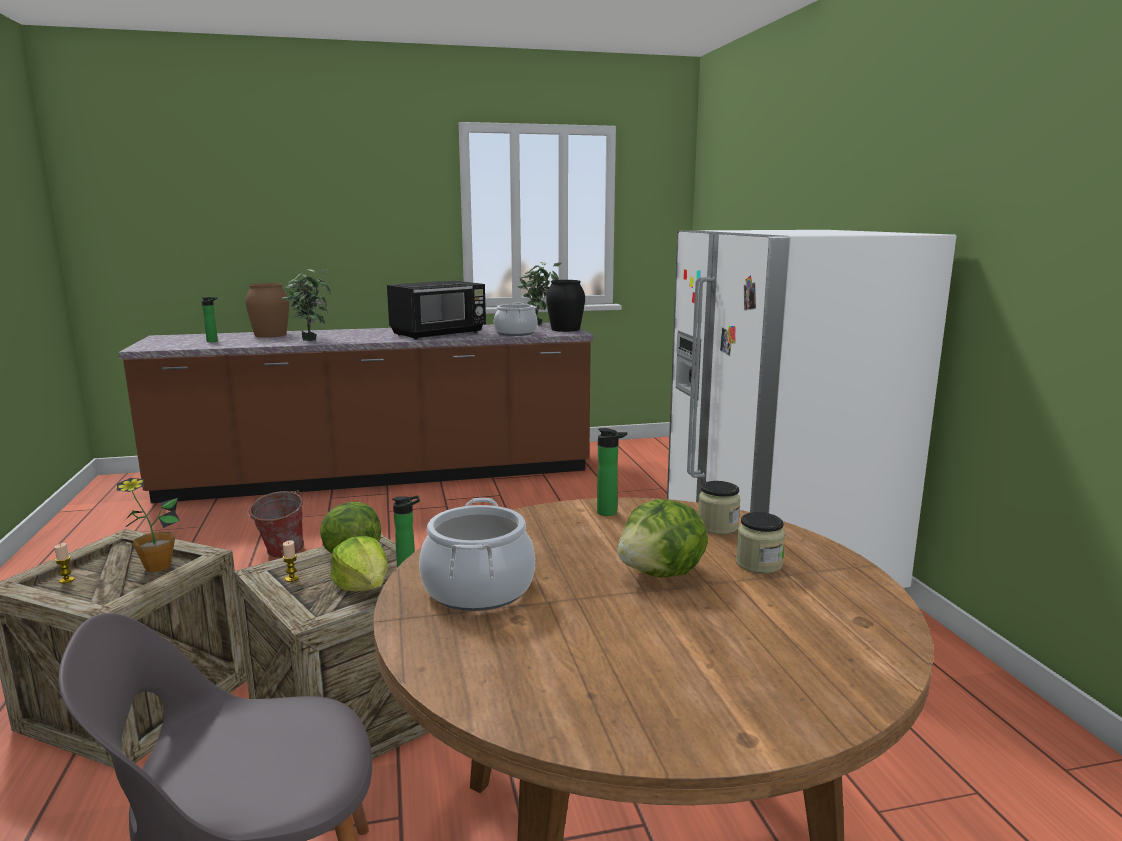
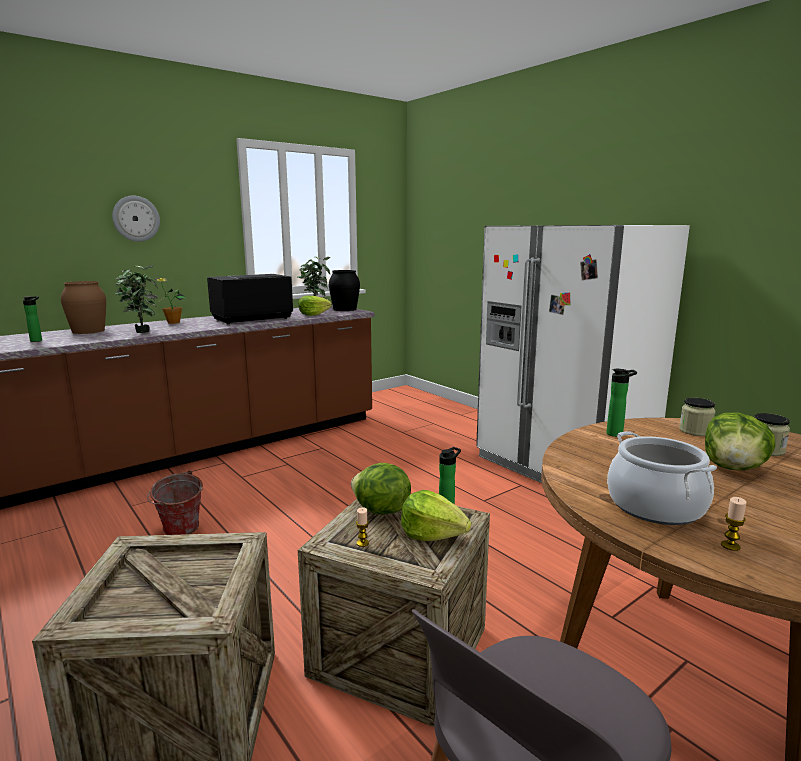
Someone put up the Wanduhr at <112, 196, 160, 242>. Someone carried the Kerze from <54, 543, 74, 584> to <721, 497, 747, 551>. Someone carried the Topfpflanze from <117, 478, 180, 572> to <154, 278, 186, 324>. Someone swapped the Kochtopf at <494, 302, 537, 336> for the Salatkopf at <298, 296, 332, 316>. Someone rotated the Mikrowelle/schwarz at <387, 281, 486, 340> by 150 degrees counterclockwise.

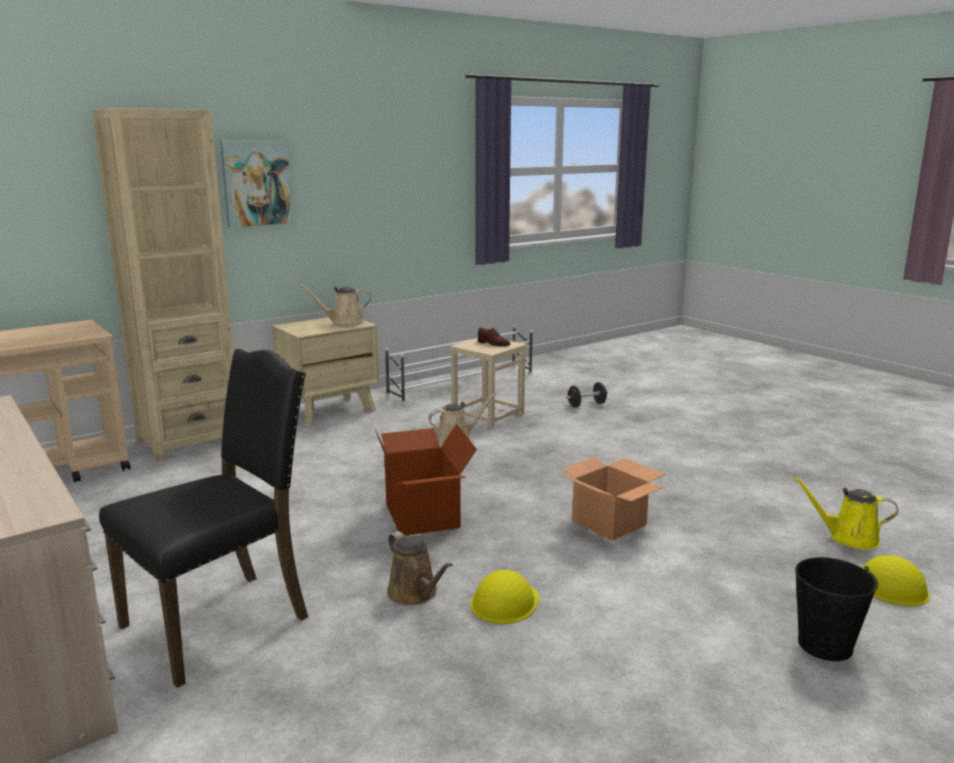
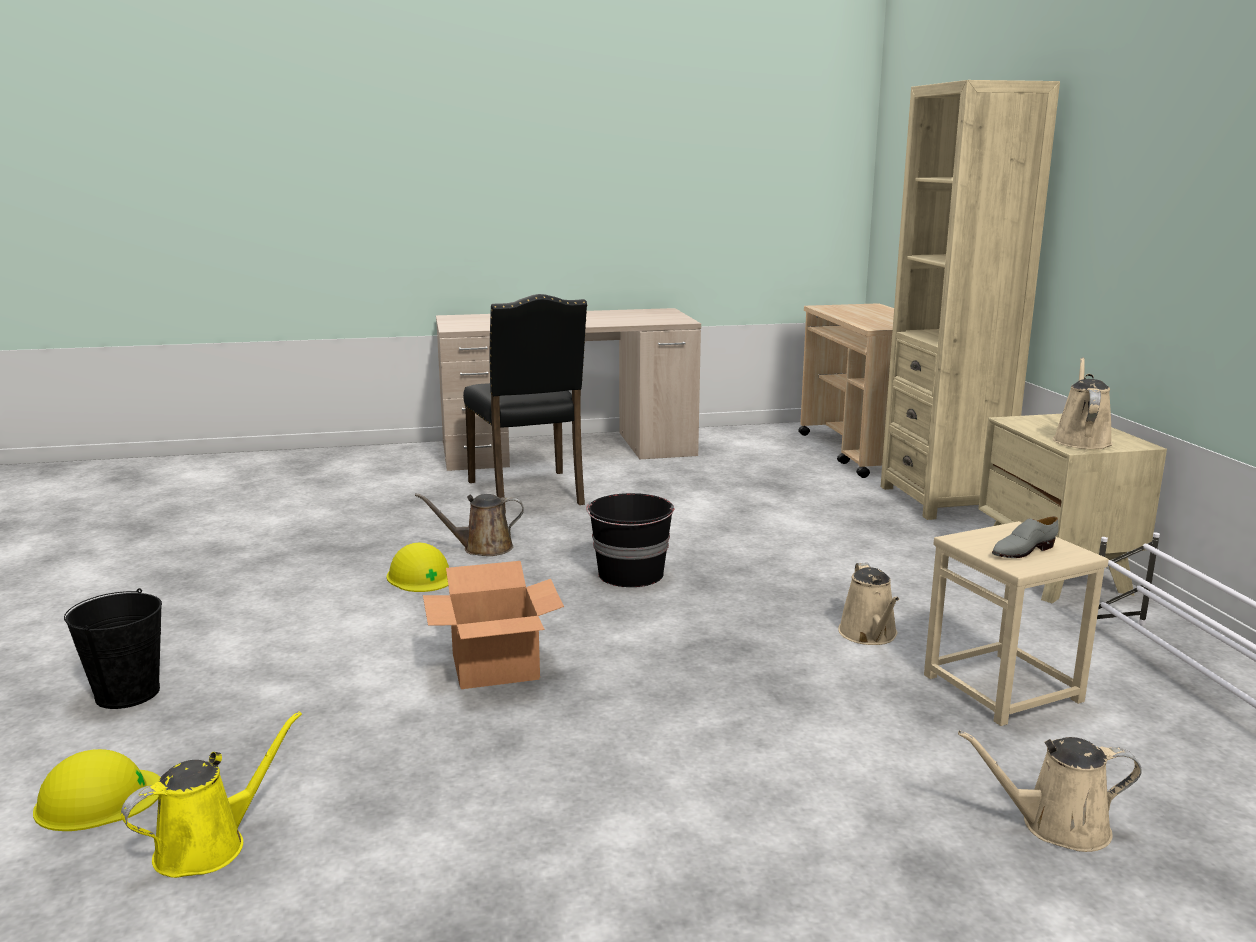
Someone took away the Bild at <220, 140, 293, 227>. Someone swapped the Karton at <375, 424, 477, 536> for the Eimer/schwarz at <586, 493, 675, 587>. Someone swapped the Hantel/schwarz at <566, 382, 608, 408> for the Gießkanne/beige at <958, 730, 1142, 852>. Someone repainted the Schuh/braun at <478, 327, 511, 346>, which became the Schuh/grau at <992, 516, 1059, 558>.

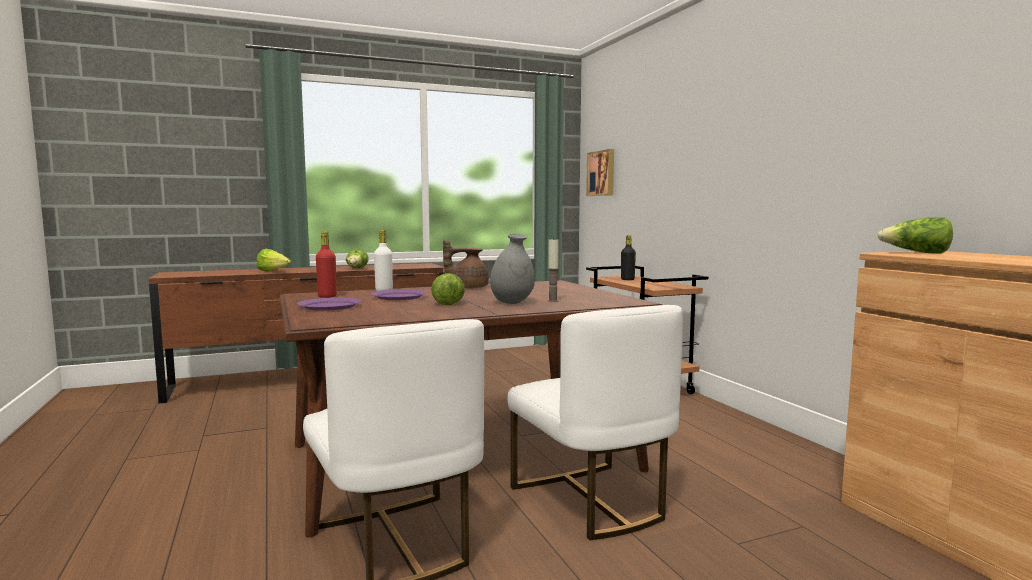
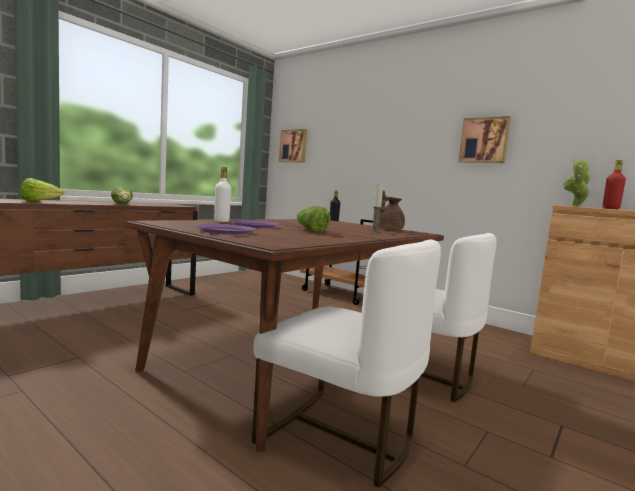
Someone took away the Vase/grau at <490, 233, 535, 304>. Someone put up the Bild at <458, 116, 511, 163>. Someone carried the Flasche/rot from <316, 232, 337, 298> to <602, 160, 626, 209>. Someone carried the Teekanne/braun from <443, 240, 489, 288> to <379, 190, 405, 230>. Someone swapped the Salatkopf at <877, 217, 953, 253> for the Topfpflanze at <563, 159, 590, 207>.

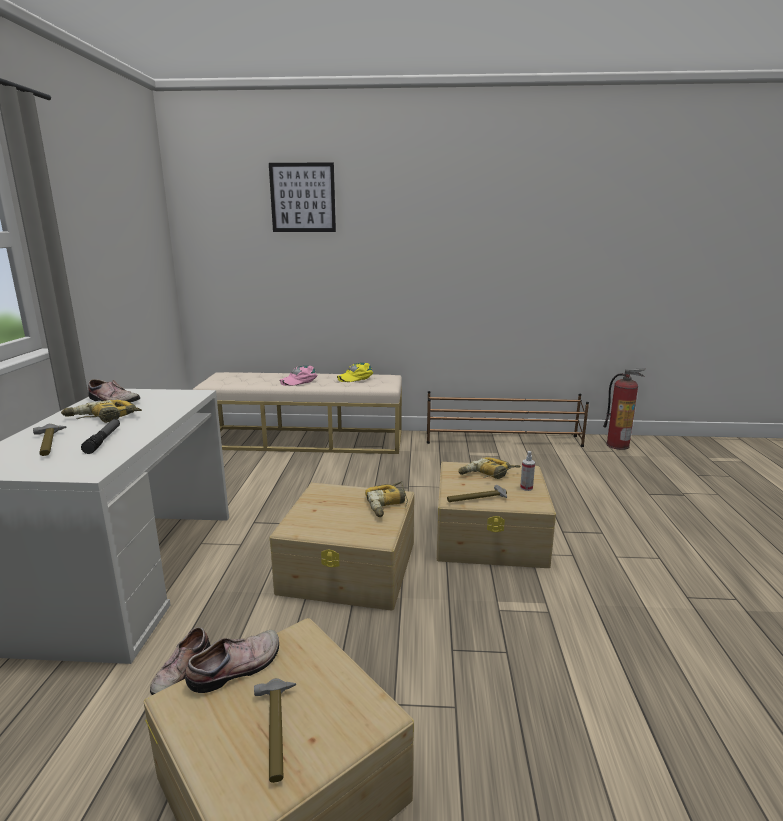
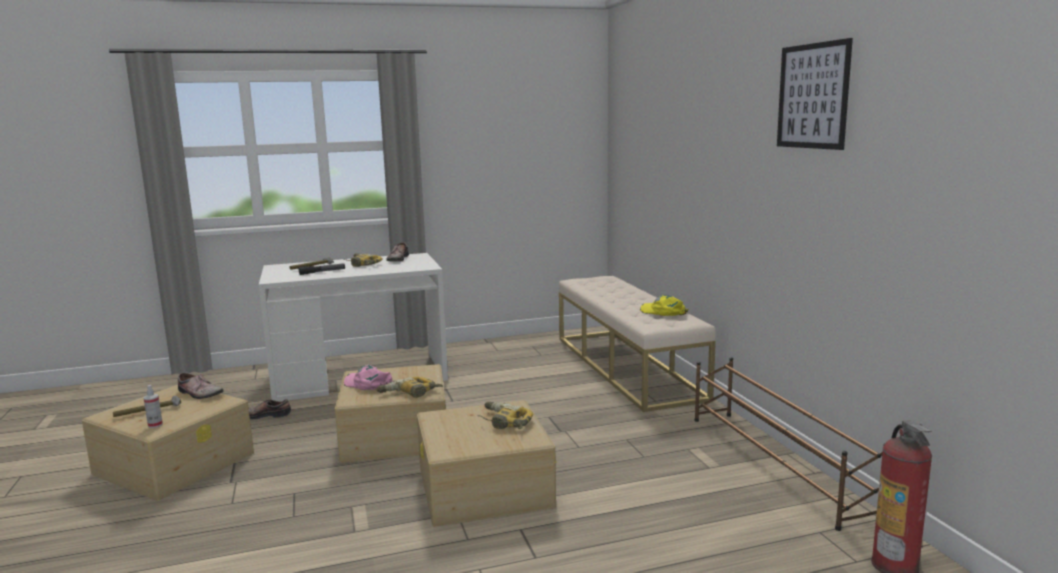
Someone took away the Hammer at <447, 485, 507, 502>. Someone carried the Bild from <269, 162, 336, 232> to <777, 38, 853, 150>. Someone carried the Kappe/rosa from <279, 366, 317, 386> to <344, 365, 393, 390>. Someone carried the Sprühflasche from <520, 451, 535, 491> to <144, 385, 163, 428>.

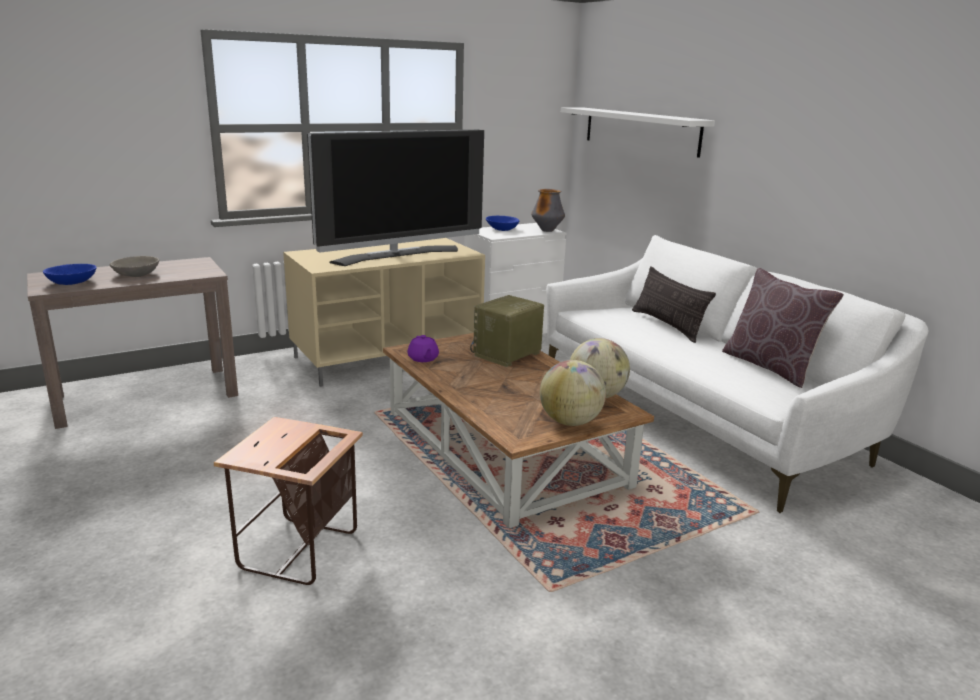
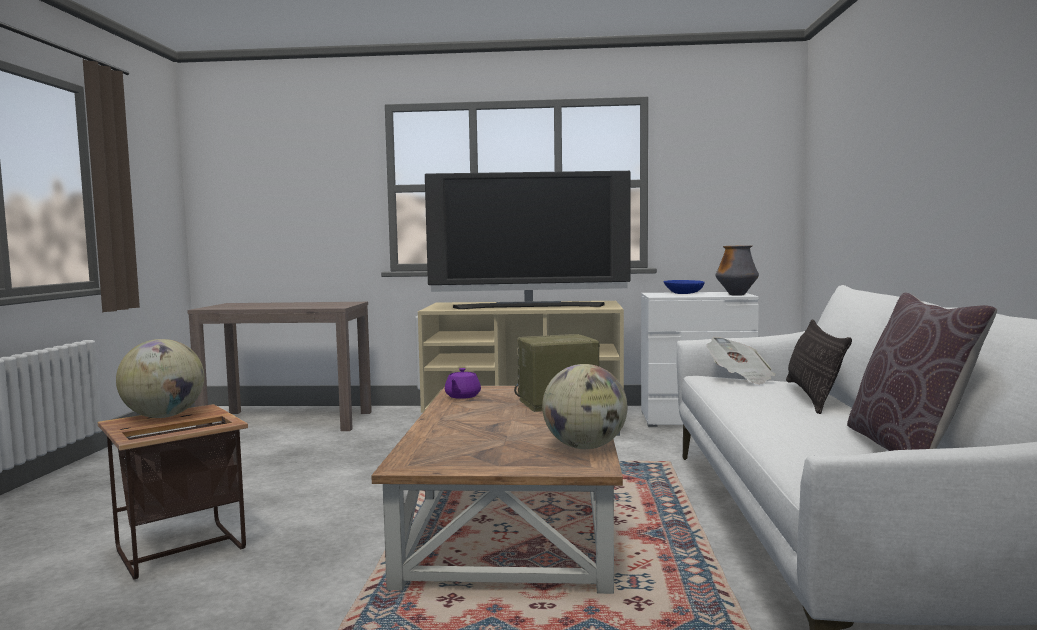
Someone took away the Schüssel/blau at <43, 264, 97, 285>. Someone took away the Schüssel/grau at <109, 256, 159, 277>. Someone took away the Wandregal/weiß at <561, 107, 715, 158>. Someone put down the Zeitung at <706, 337, 776, 384>. Someone carried the Globus from <540, 360, 606, 426> to <116, 339, 204, 418>.

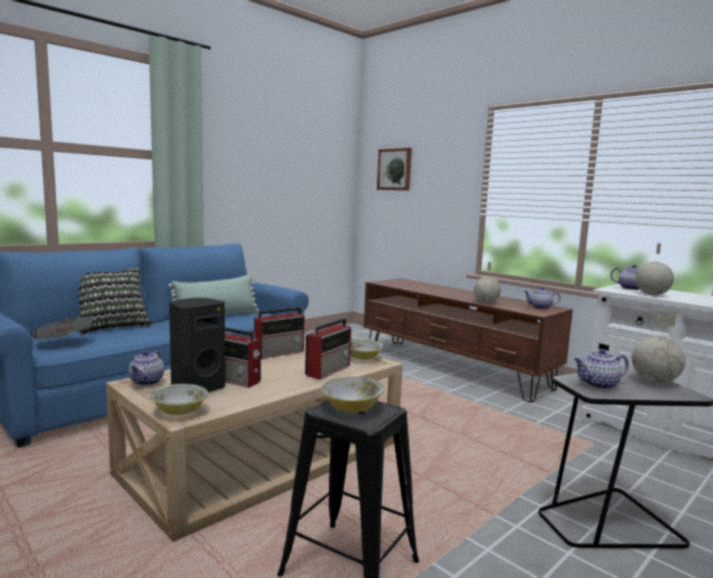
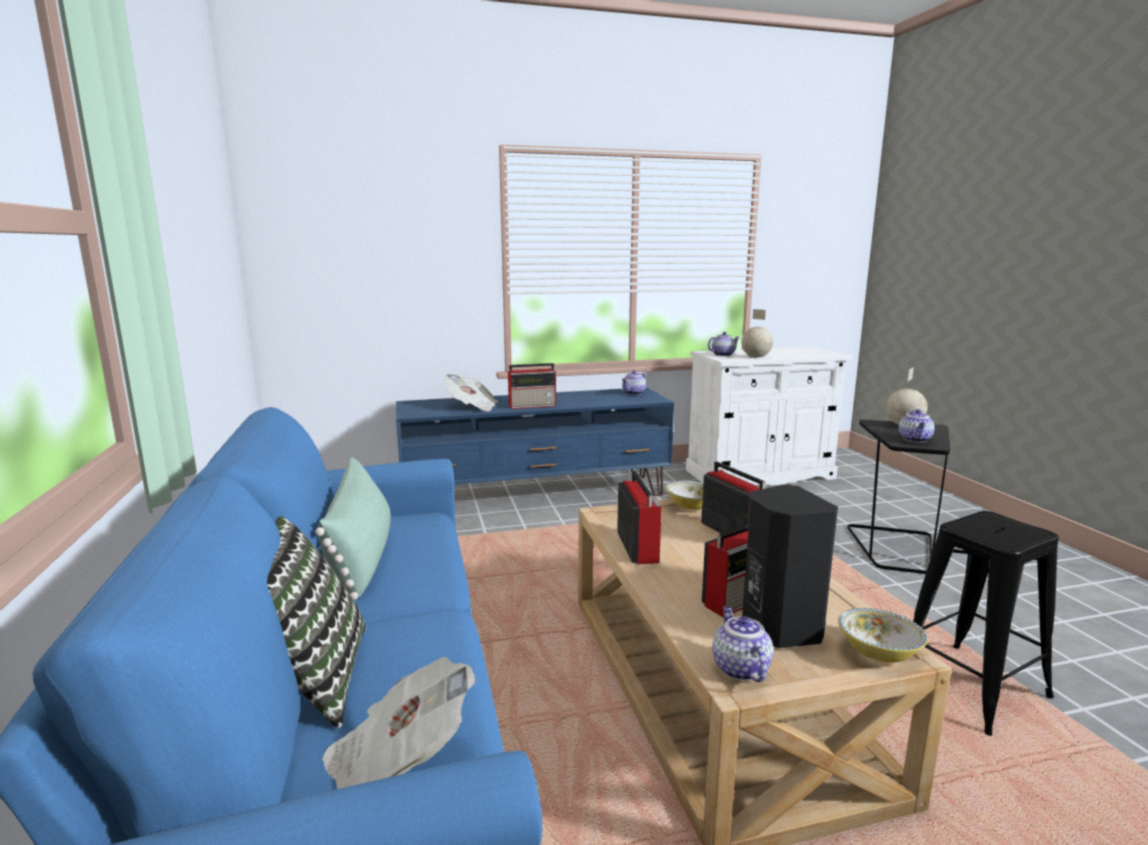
Someone took away the Schüssel at <321, 377, 385, 413>. Someone took away the Bild at <377, 148, 412, 190>. Someone took away the Globus at <474, 262, 501, 303>. Someone put down the Zeitung at <443, 374, 498, 411>. Someone put down the Radio at <508, 363, 557, 409>. Someone repainted the Fernsehschrank/braun at <364, 278, 573, 403>, which became the Fernsehschrank/blau at <396, 387, 674, 496>. Someone rotated the Teekanne at <129, 350, 164, 386> by 135 degrees counterclockwise.

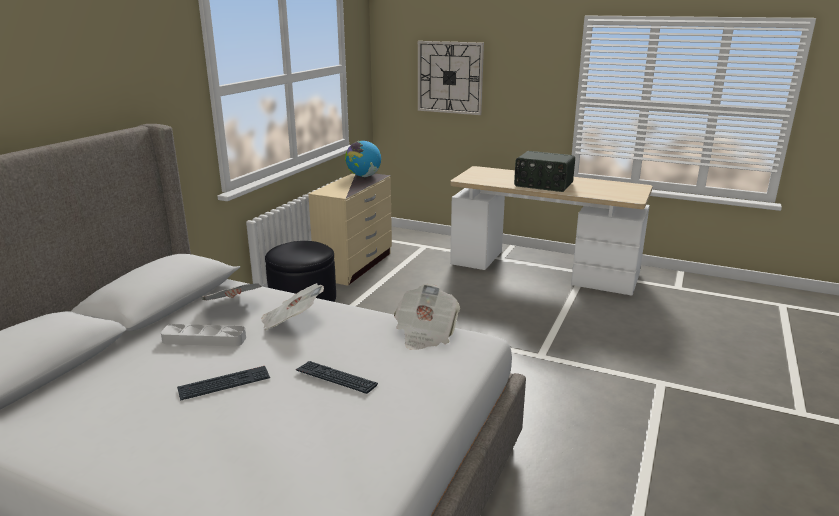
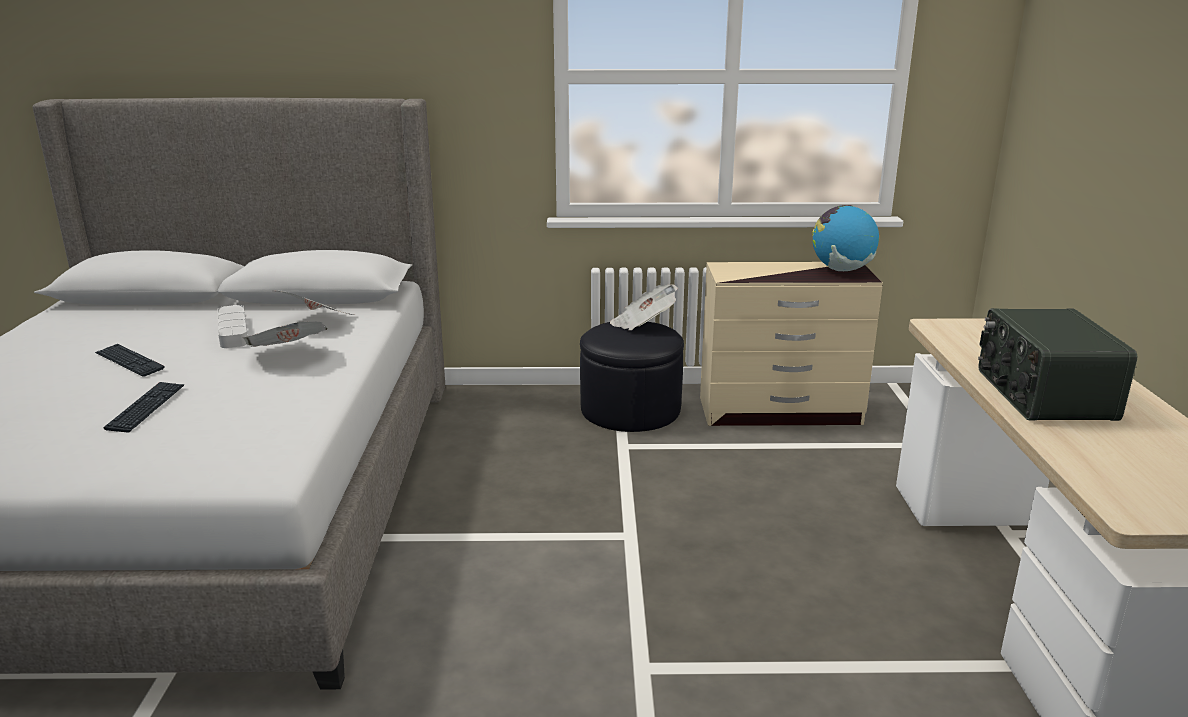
Someone took away the Wanduhr at <418, 41, 484, 115>. Someone carried the Zeitung from <394, 284, 460, 350> to <610, 284, 678, 330>.

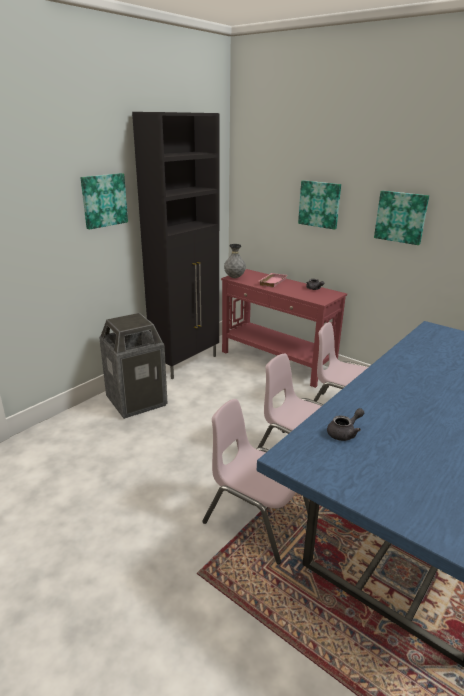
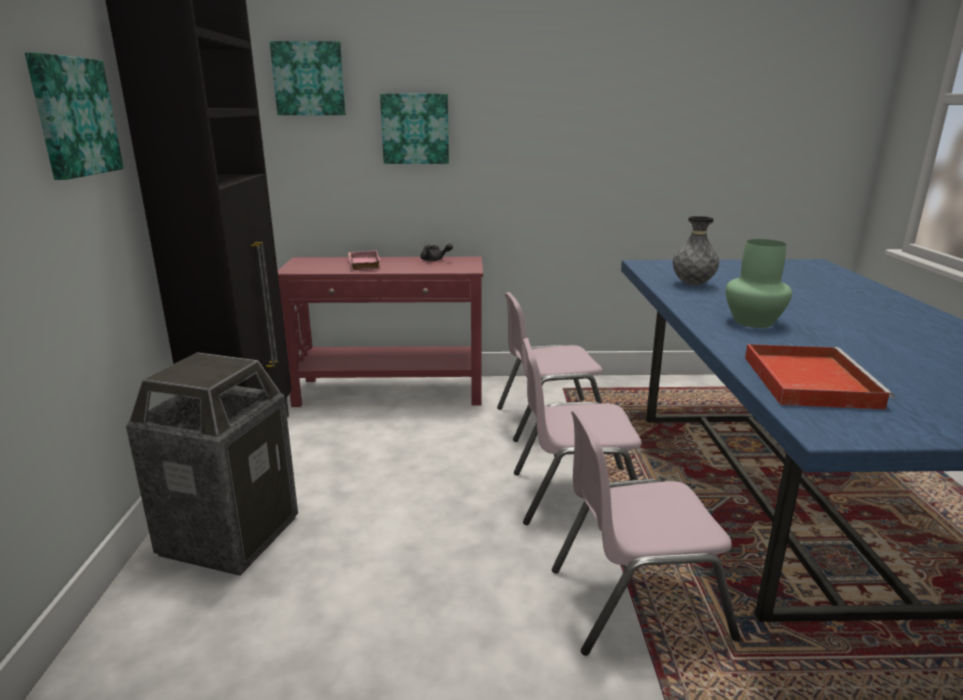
Someone put down the Vase/grün at <726, 239, 792, 328>. Someone carried the Vase/grau from <224, 244, 246, 278> to <673, 216, 719, 286>. Someone carried the Bild from <374, 191, 429, 245> to <270, 41, 346, 115>. Someone swapped the Teekanne/grau at <327, 408, 364, 441> for the Tablett/rot at <745, 344, 894, 410>.

